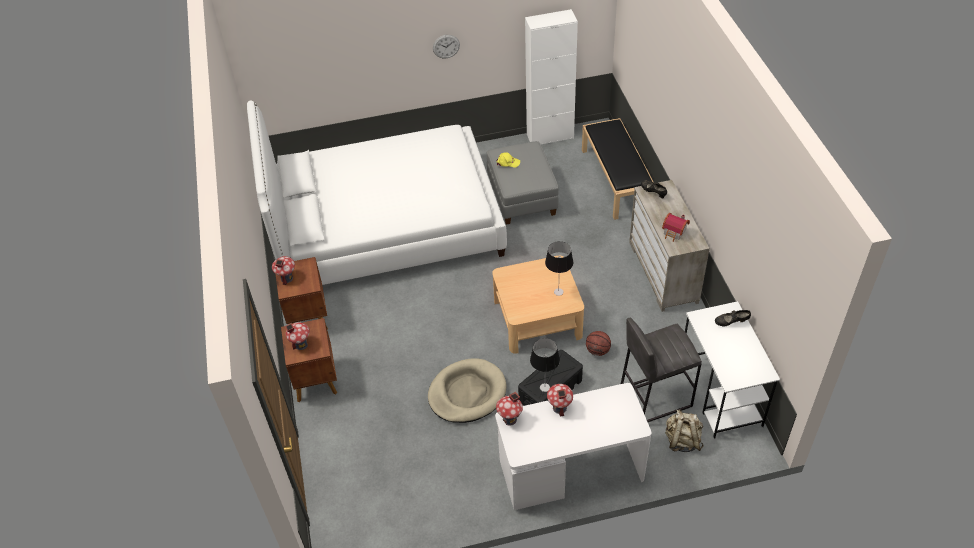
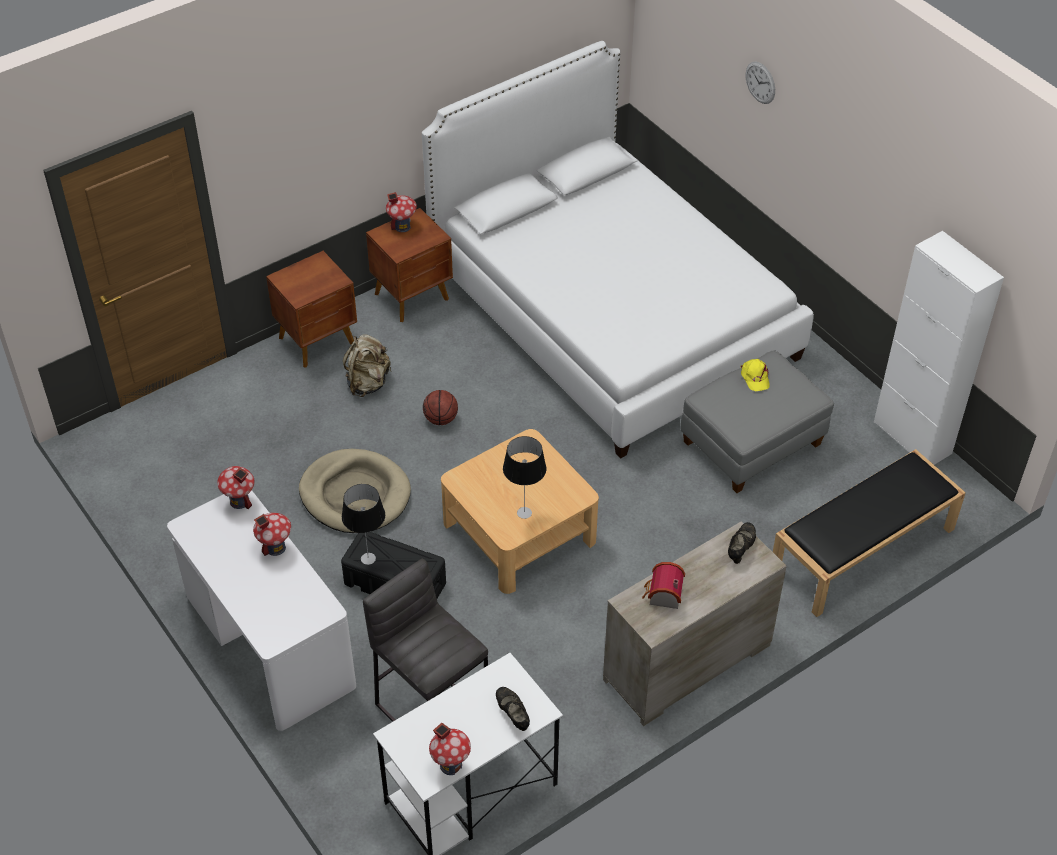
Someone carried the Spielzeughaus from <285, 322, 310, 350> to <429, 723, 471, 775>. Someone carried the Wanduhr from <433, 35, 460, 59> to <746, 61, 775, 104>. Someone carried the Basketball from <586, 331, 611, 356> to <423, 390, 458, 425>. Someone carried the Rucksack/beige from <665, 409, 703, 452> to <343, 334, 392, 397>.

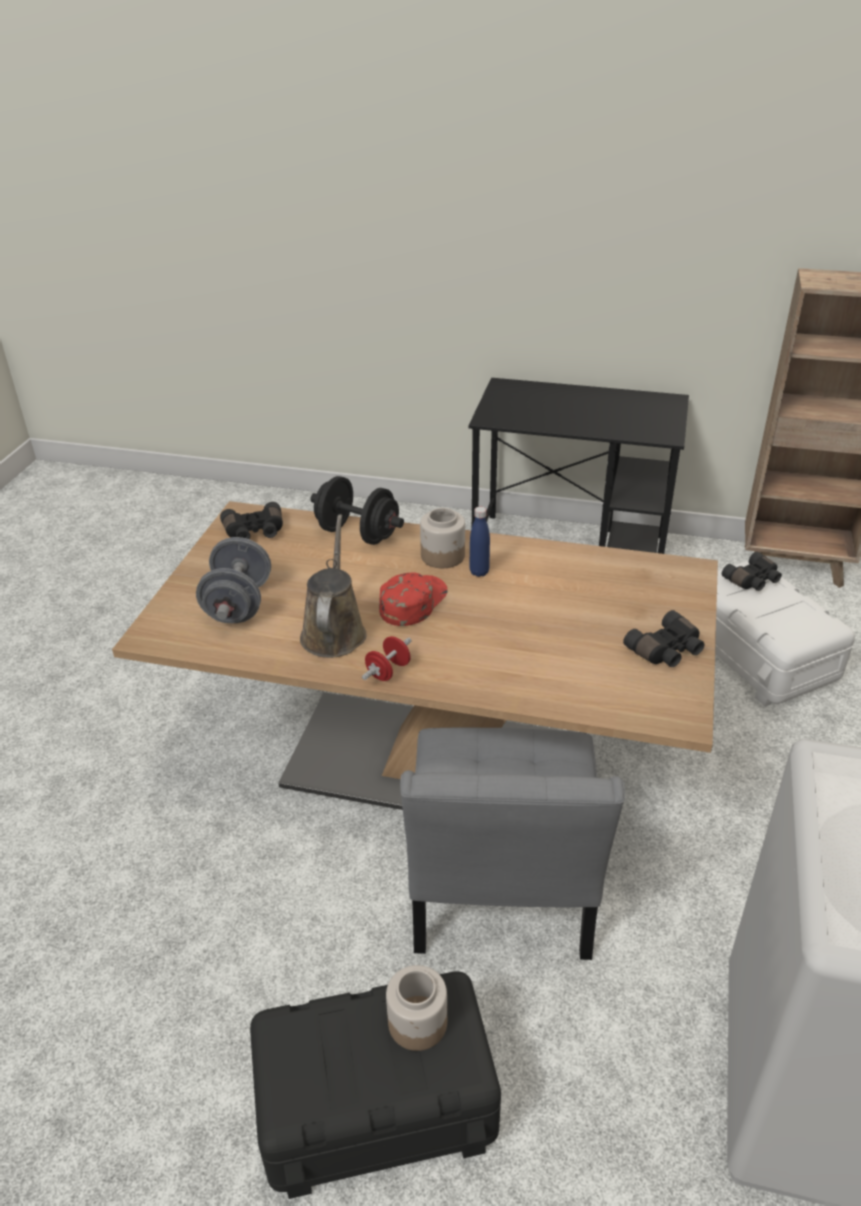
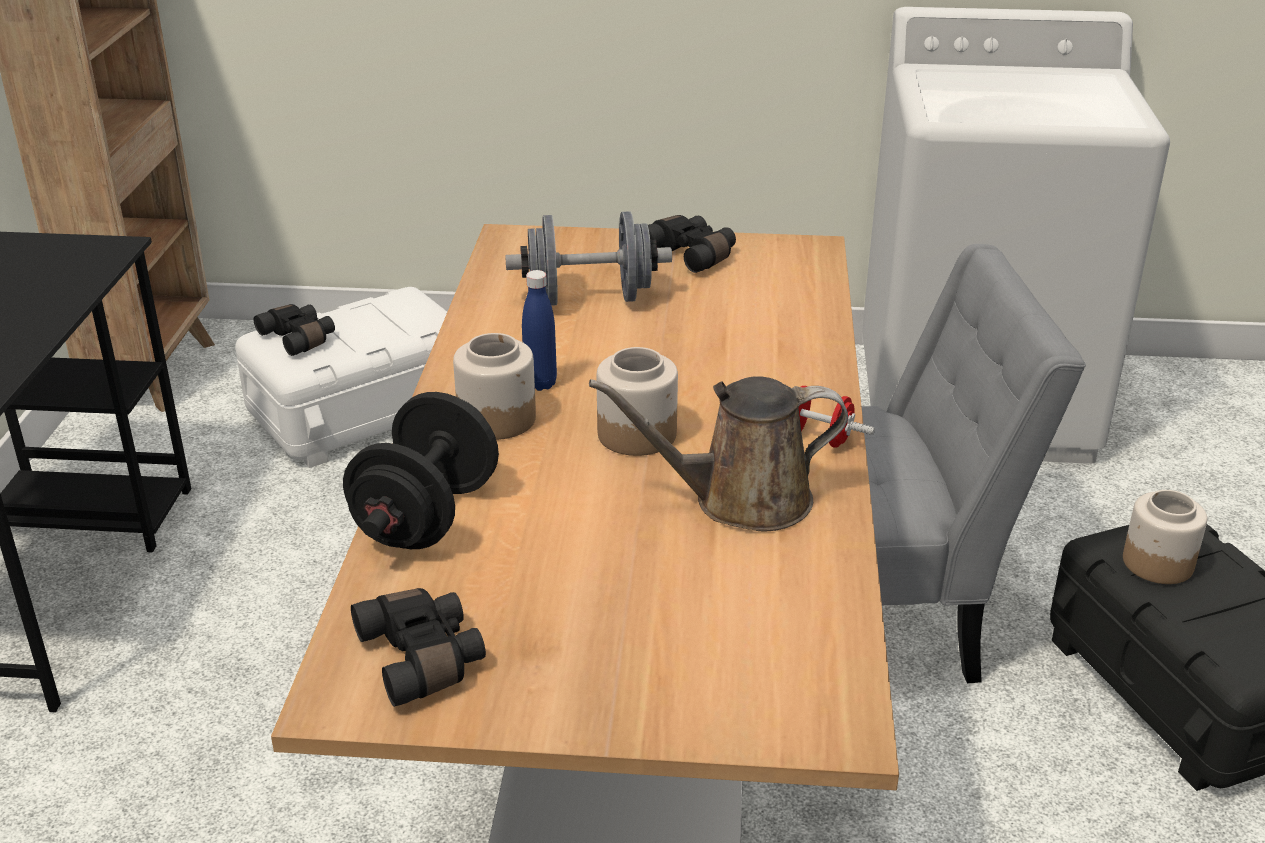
Someone carried the Hantel/grau from <196, 537, 271, 623> to <505, 211, 672, 306>. Someone swapped the Kappe/rot at <379, 572, 448, 626> for the Vorratsglas at <597, 347, 678, 456>.

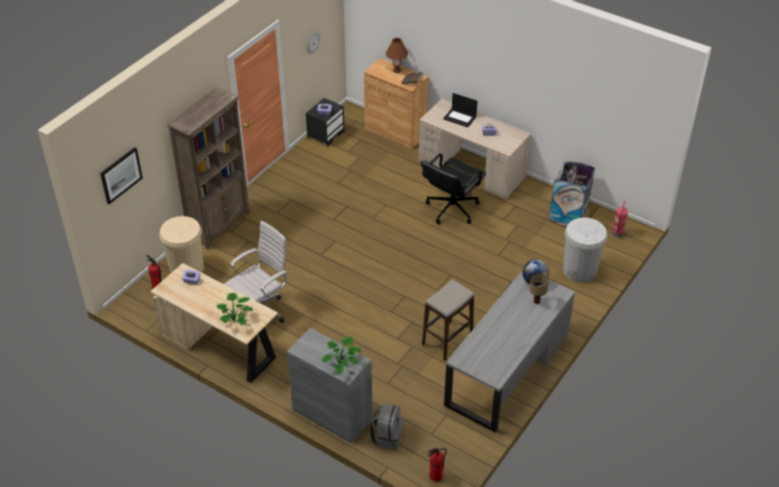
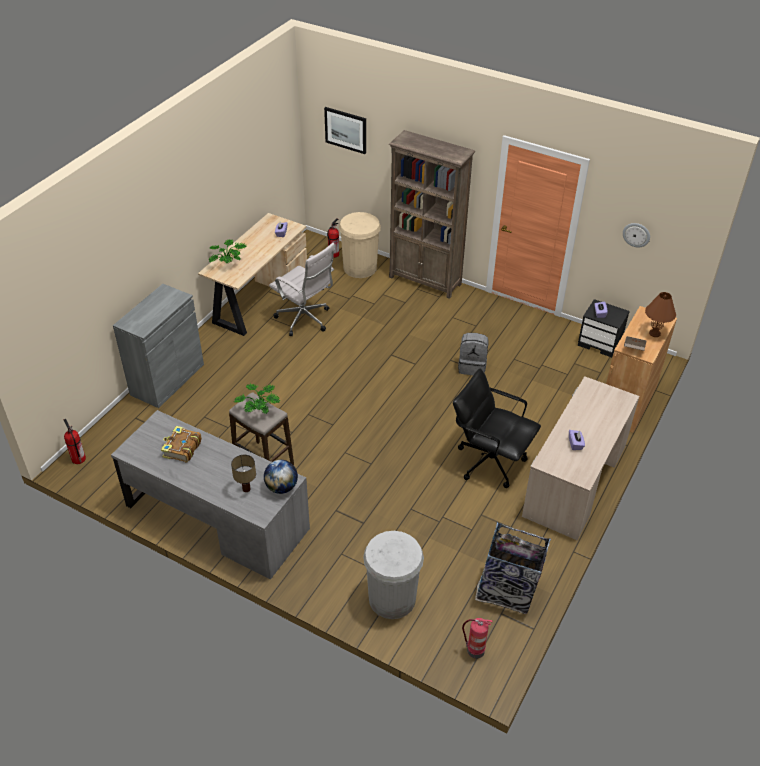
Someone took away the Laptop at <443, 93, 477, 128>. Someone put down the Buch at <161, 426, 202, 463>. Someone carried the Topfpflanze from <321, 336, 361, 375> to <234, 383, 280, 414>. Someone carried the Rucksack/grau from <369, 403, 403, 450> to <458, 333, 489, 375>.

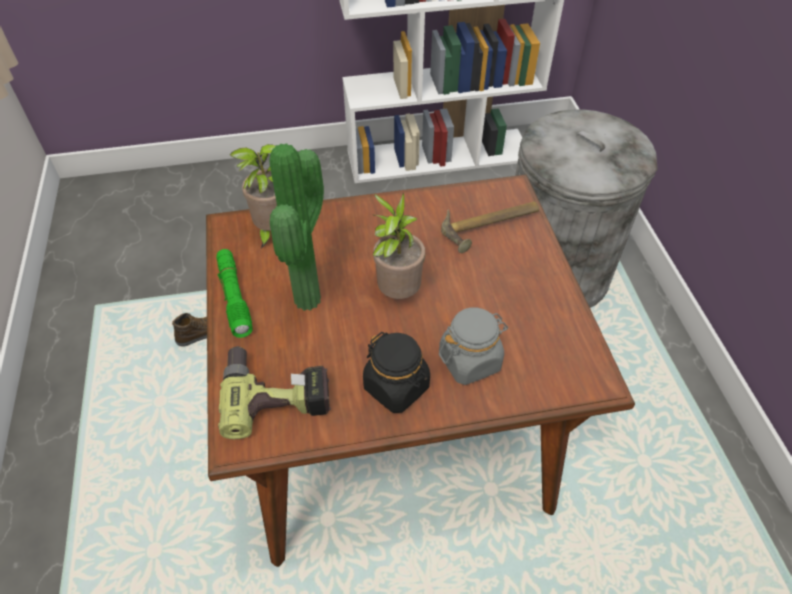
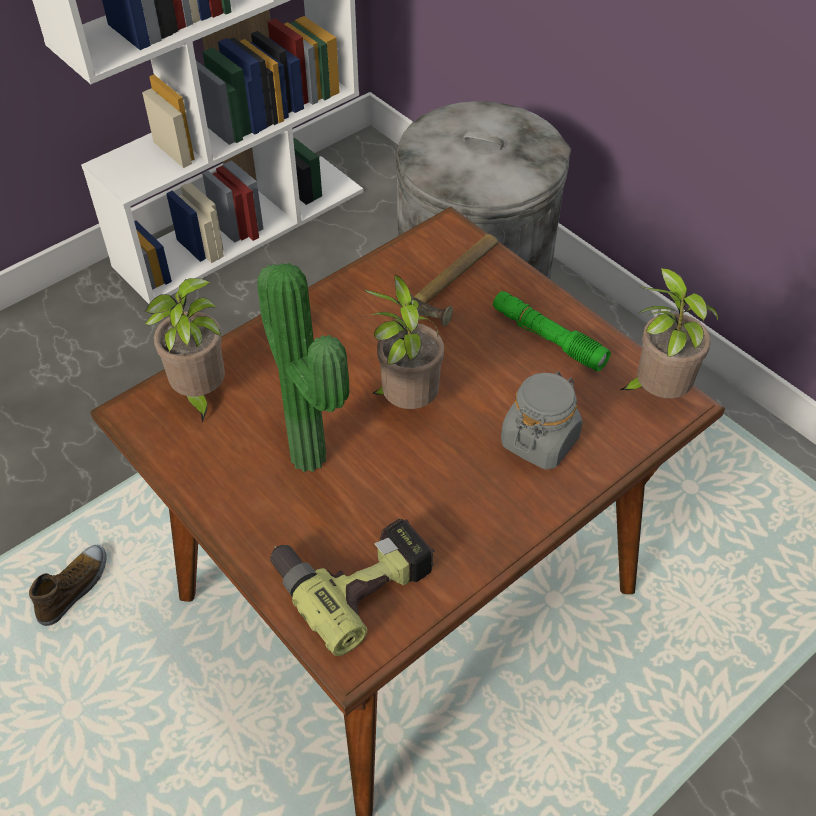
Someone took away the Vorratsglas/schwarz at <363, 332, 430, 413>. Someone put down the Topfpflanze at <620, 267, 718, 398>. Someone carried the Taschenlampe/grün from <216, 249, 252, 338> to <493, 291, 611, 371>.

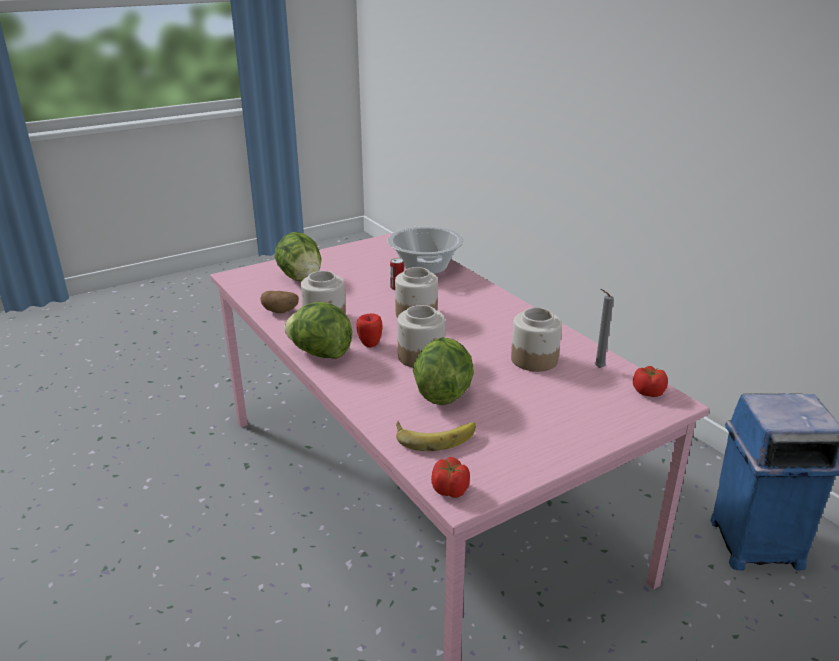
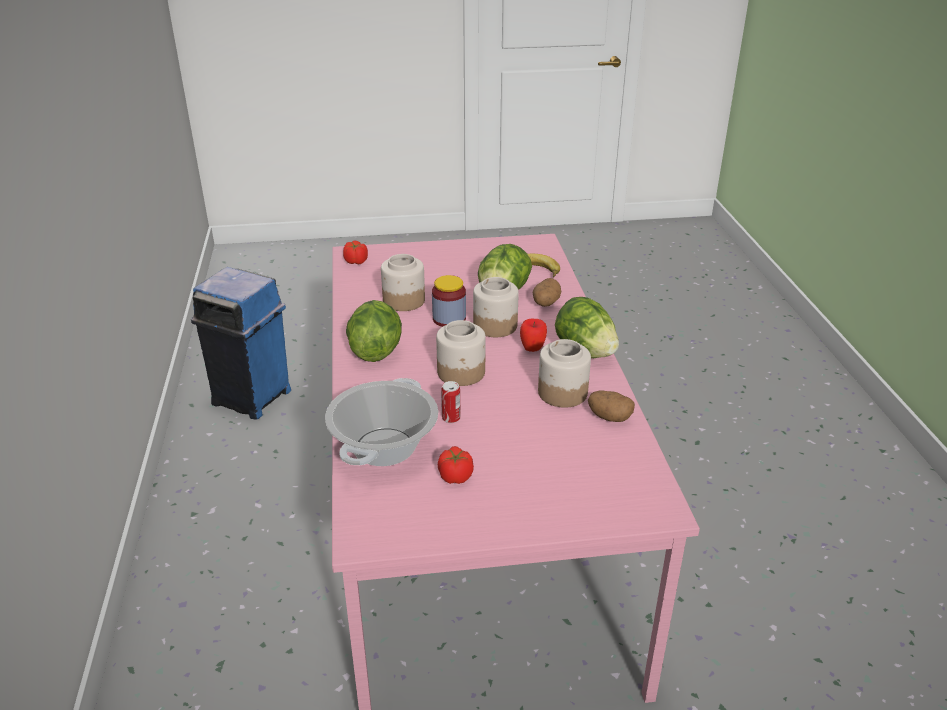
Someone took away the Kerze/grau at <594, 289, 614, 368>. Someone put down the Vorratsglas at <432, 275, 466, 327>. Someone put down the Kartoffel at <533, 278, 561, 307>. Someone carried the Salatkopf from <274, 232, 321, 281> to <346, 300, 402, 362>. Someone carried the Tomate from <431, 457, 470, 498> to <438, 446, 474, 484>.

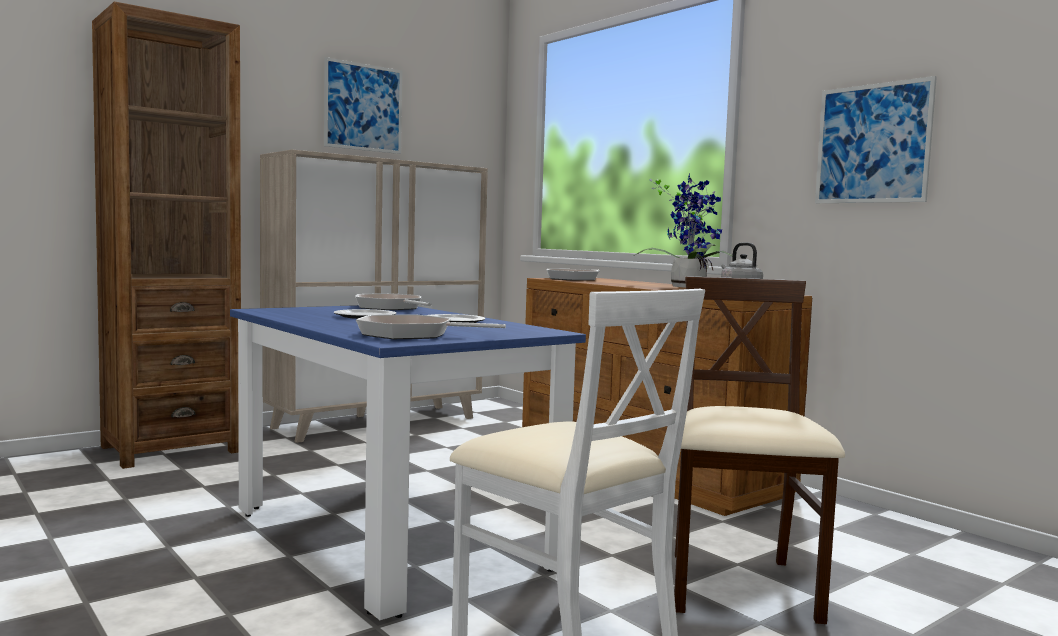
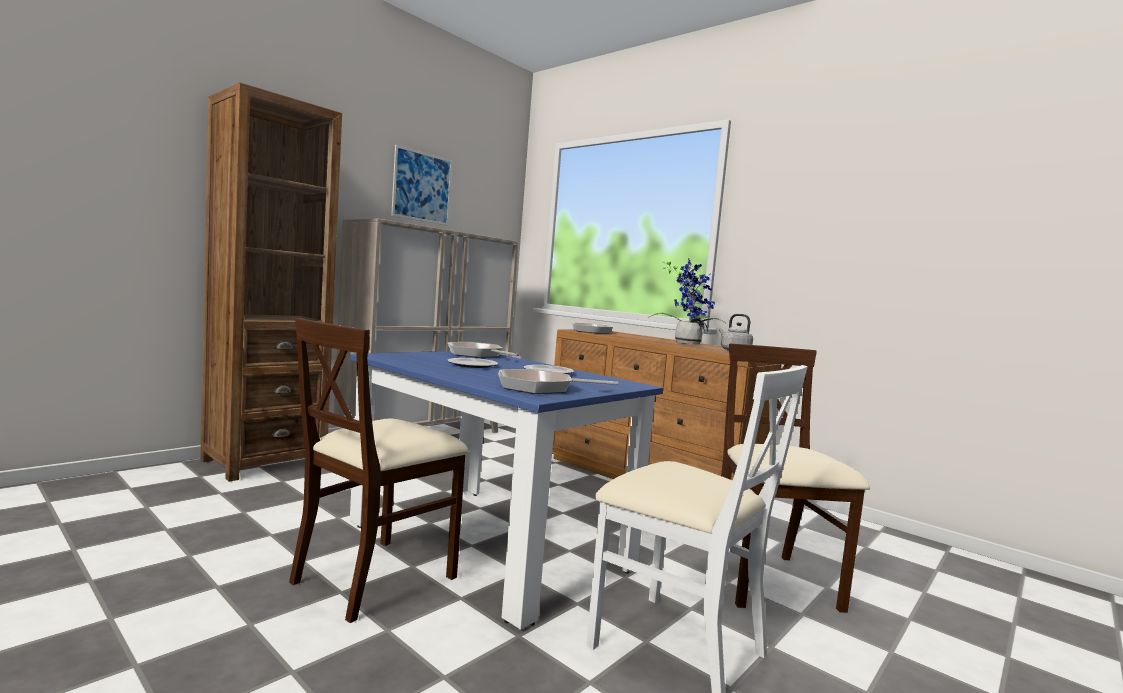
Someone took away the Bild at <815, 76, 937, 203>. Someone put down the Stuhl/beige at <289, 318, 469, 623>.

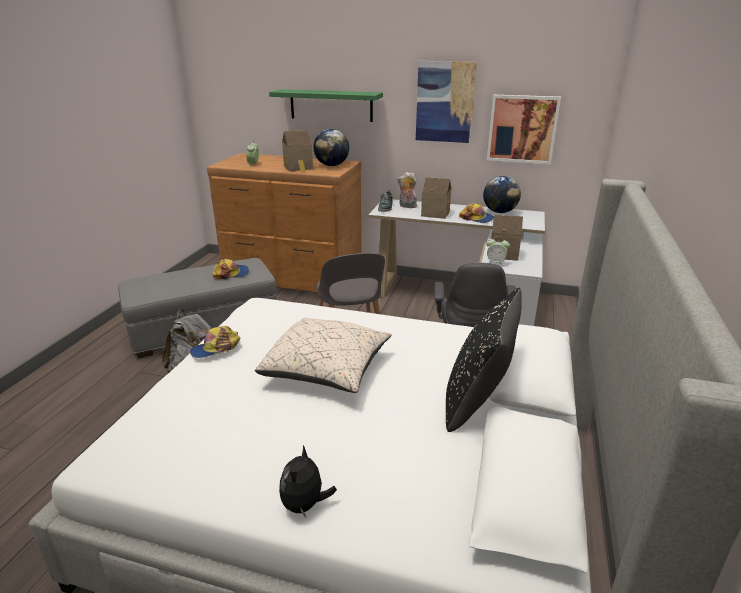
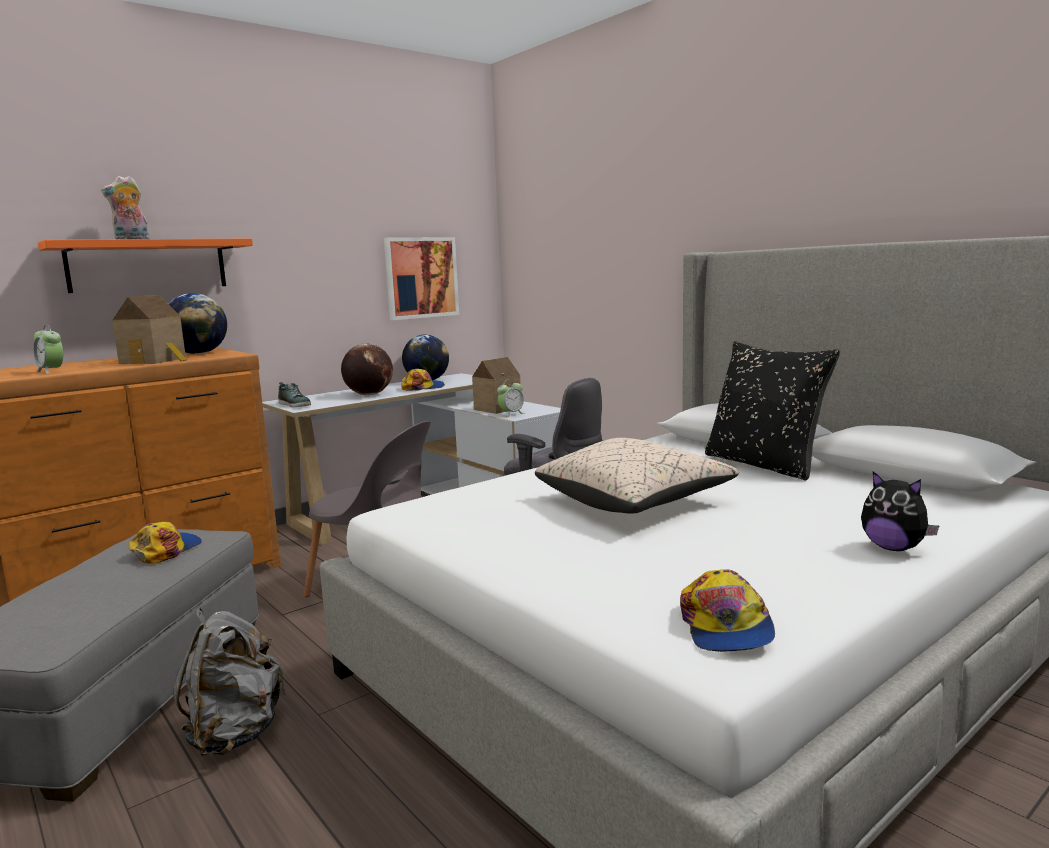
Someone took away the Bild at <416, 61, 477, 143>. Someone carried the Kappe from <190, 326, 240, 358> to <680, 569, 775, 652>. Someone carried the Plüschtier from <397, 172, 417, 208> to <101, 176, 151, 239>. Someone swapped the Spielzeughaus at <421, 177, 451, 219> for the Globus at <341, 344, 393, 395>. Someone repainted the Wandregal/grün at <269, 89, 383, 122>, which became the Wandregal/orange at <38, 238, 253, 293>.

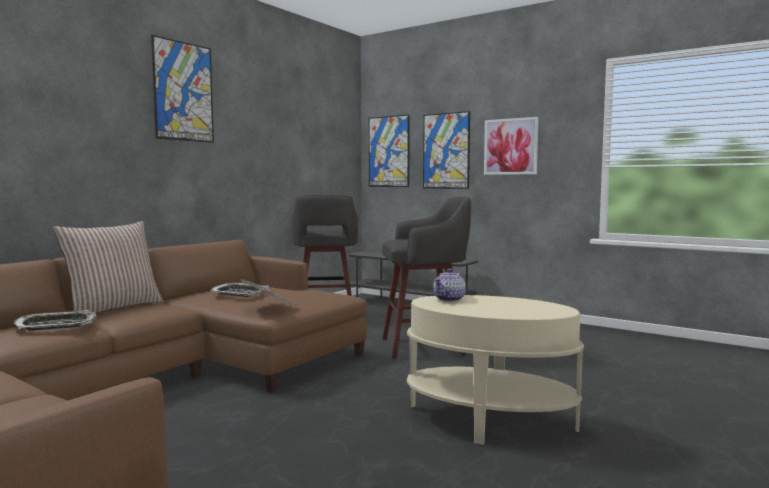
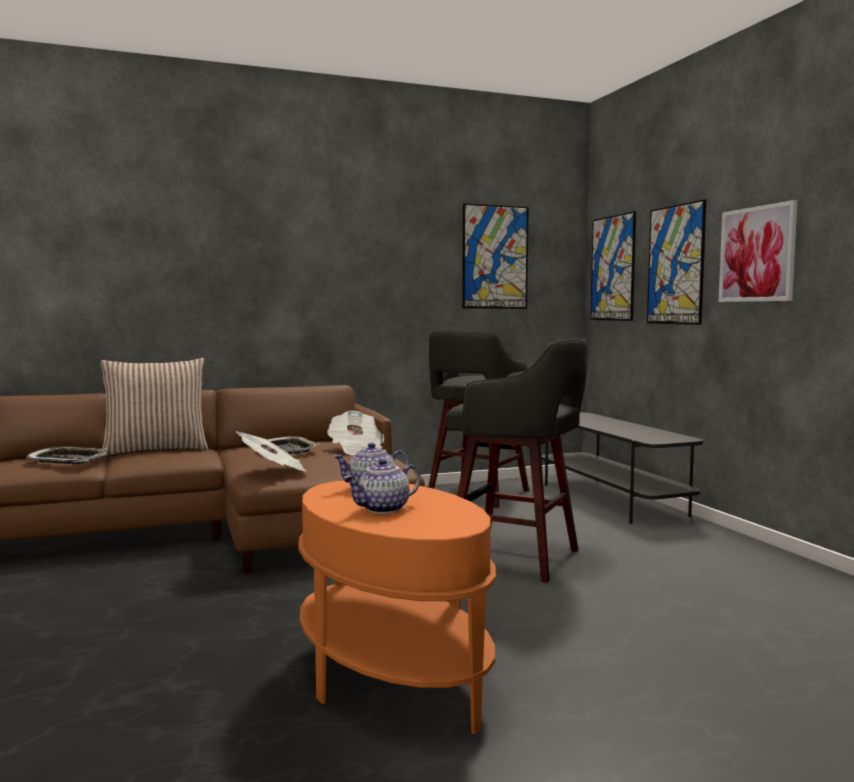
Someone put down the Zeitung at <327, 411, 384, 455>. Someone put down the Teekanne at <344, 459, 420, 514>. Someone carried the Bild from <151, 35, 214, 143> to <462, 204, 529, 309>. Someone repainted the Beistelltisch/beige at <407, 295, 584, 445>, which became the Beistelltisch/orange at <298, 481, 496, 734>.

